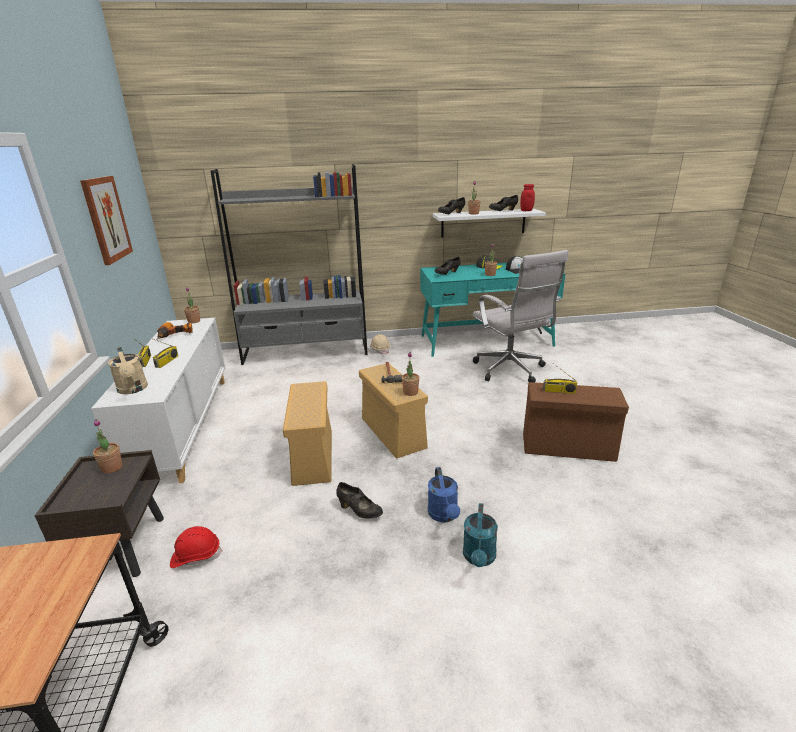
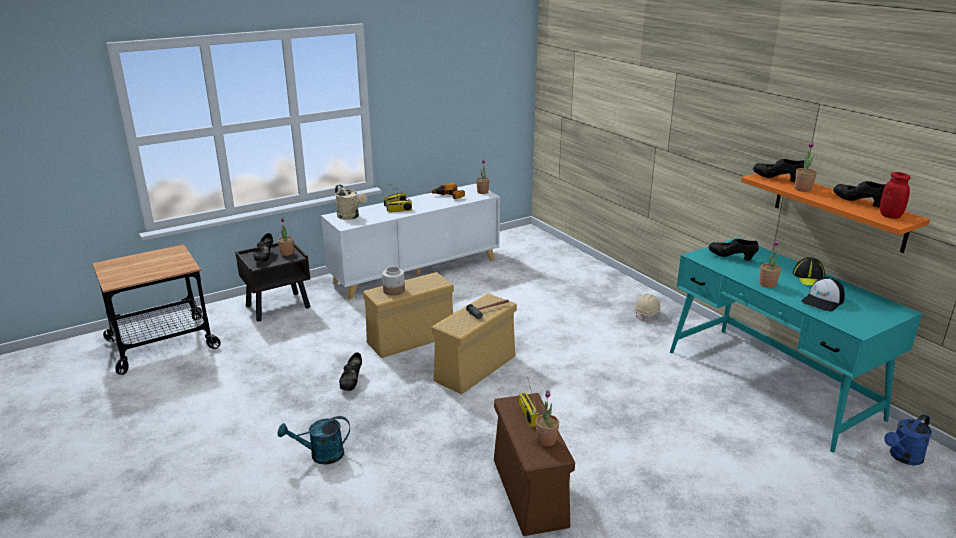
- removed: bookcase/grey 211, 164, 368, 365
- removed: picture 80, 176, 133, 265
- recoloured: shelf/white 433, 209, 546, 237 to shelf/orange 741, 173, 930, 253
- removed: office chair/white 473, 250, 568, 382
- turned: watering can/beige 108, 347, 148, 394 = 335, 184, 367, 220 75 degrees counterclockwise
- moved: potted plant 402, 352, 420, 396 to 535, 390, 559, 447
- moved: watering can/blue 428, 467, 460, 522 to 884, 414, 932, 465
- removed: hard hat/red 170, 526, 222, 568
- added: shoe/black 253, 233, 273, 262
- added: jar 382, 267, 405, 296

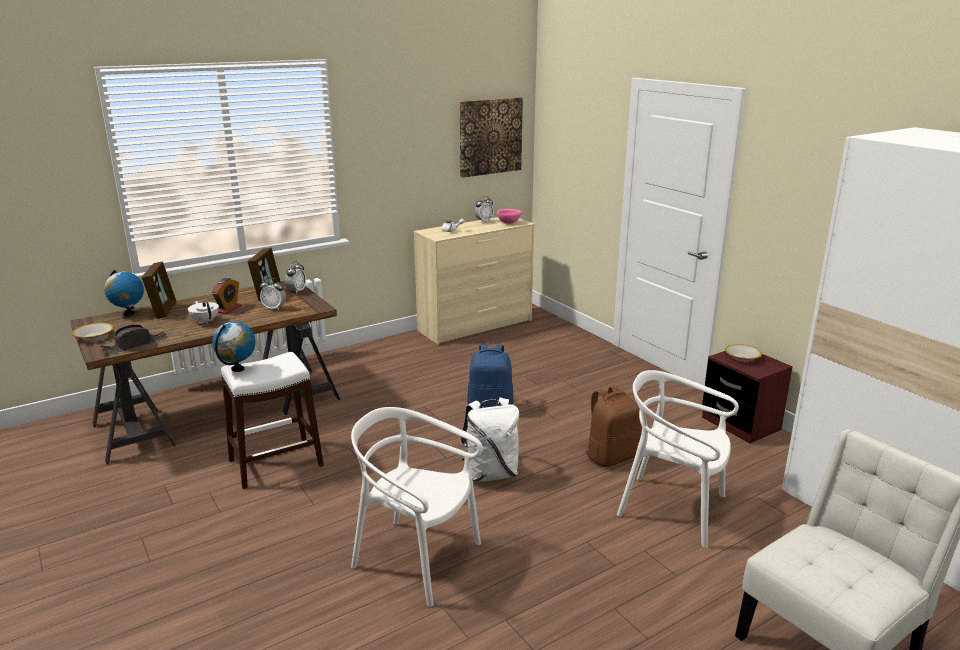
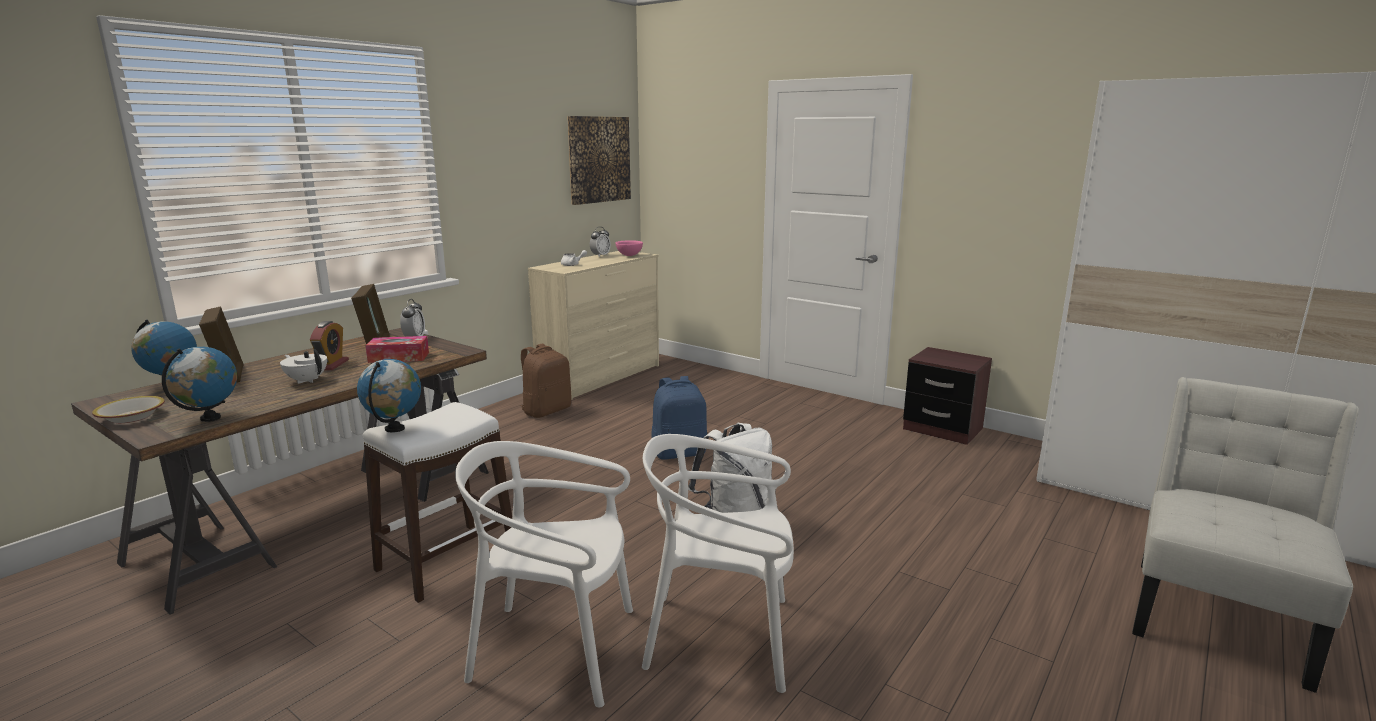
- replaced: alarm clock 260, 278, 286, 310 to tissue box 365, 336, 429, 363
- replaced: hat/black 99, 324, 166, 352 to globe 162, 347, 237, 422
- removed: bowl 725, 344, 762, 362
- moved: chair/white 617, 370, 739, 548 to 455, 441, 633, 707
- moved: backpack/brown 584, 385, 642, 467 to 520, 344, 571, 418

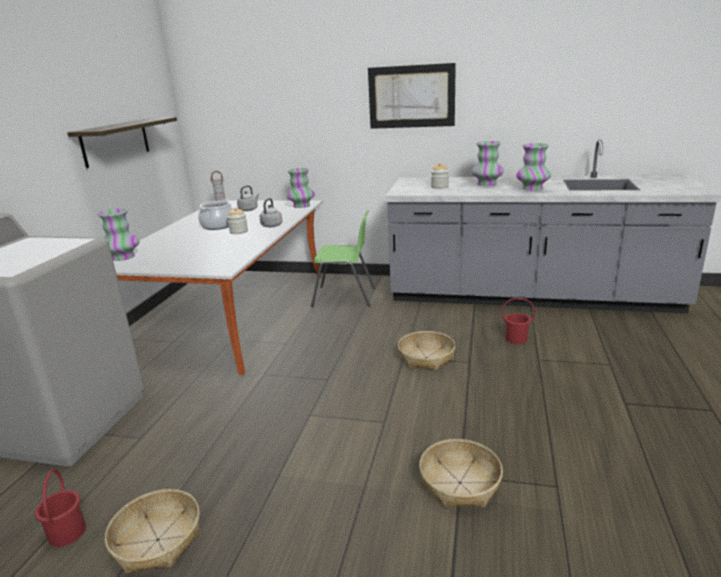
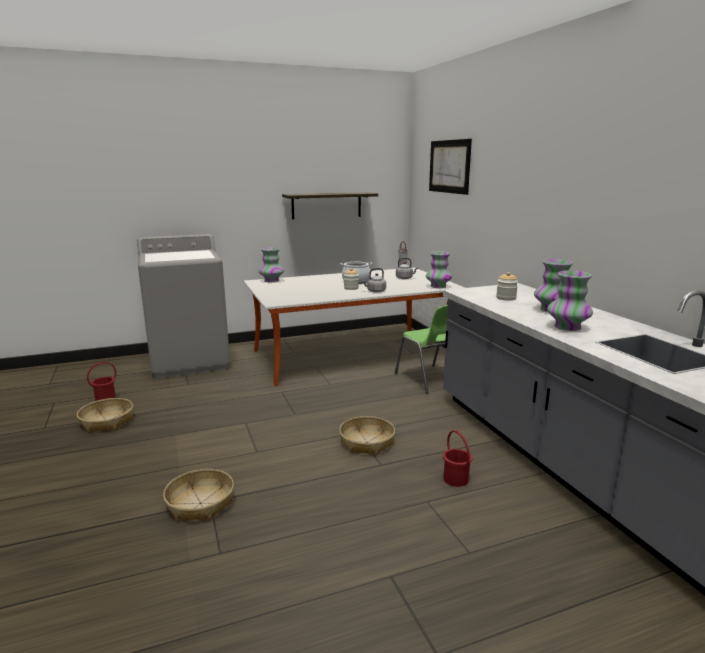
- moved: picture 368, 63, 456, 129 to 429, 139, 472, 195

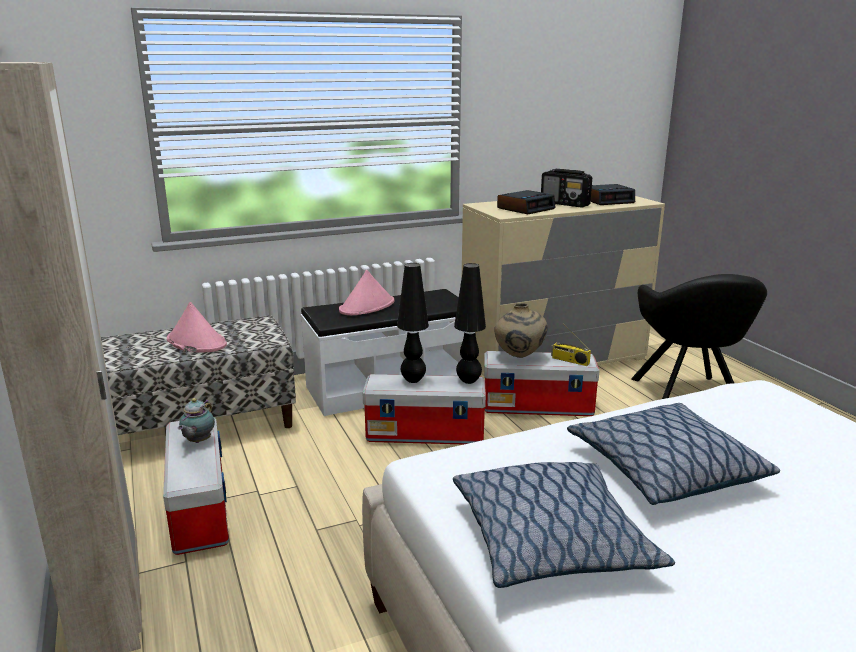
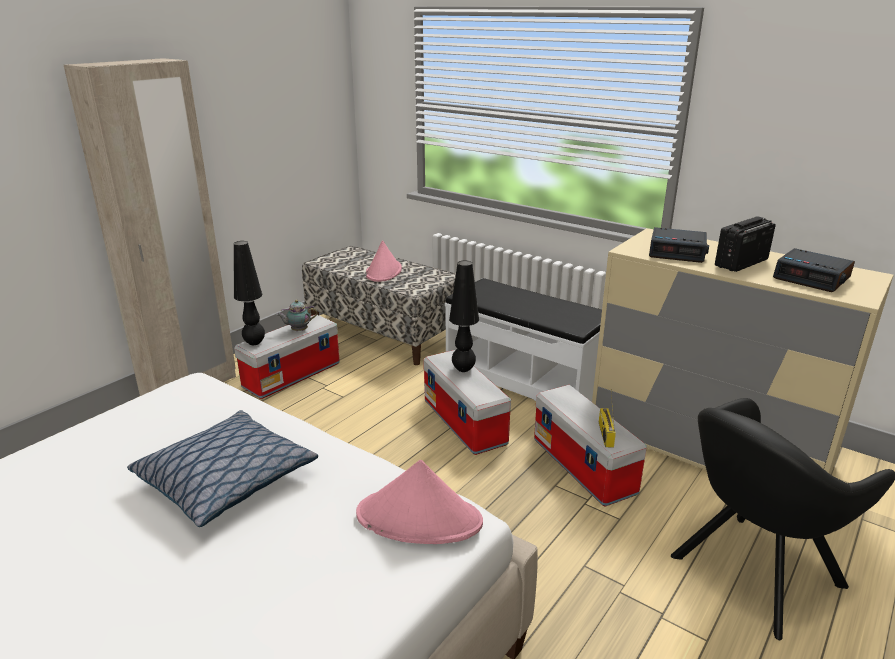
- turned: radio 541, 169, 592, 207 = 715, 217, 776, 272 45 degrees clockwise
- moved: table lamp/black 454, 263, 486, 384 to 234, 241, 265, 345
- moved: hat/pink 339, 270, 394, 315 to 356, 460, 483, 544
- removed: vase/beige 494, 303, 548, 358
- removed: pillow 453, 462, 675, 588

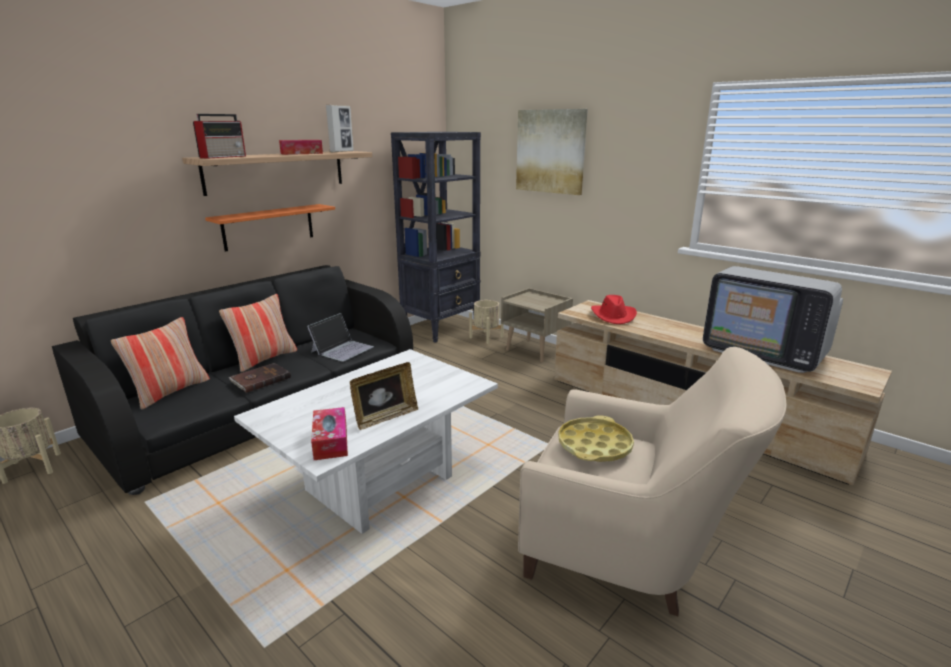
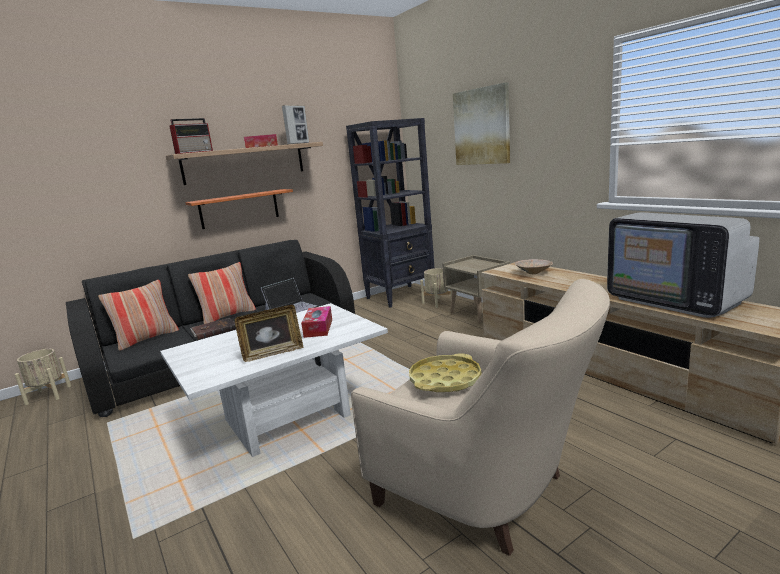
- replaced: hat/red 591, 295, 637, 324 to bowl/beige 515, 259, 553, 274
- moved: tissue box 311, 407, 348, 460 to 301, 306, 332, 338

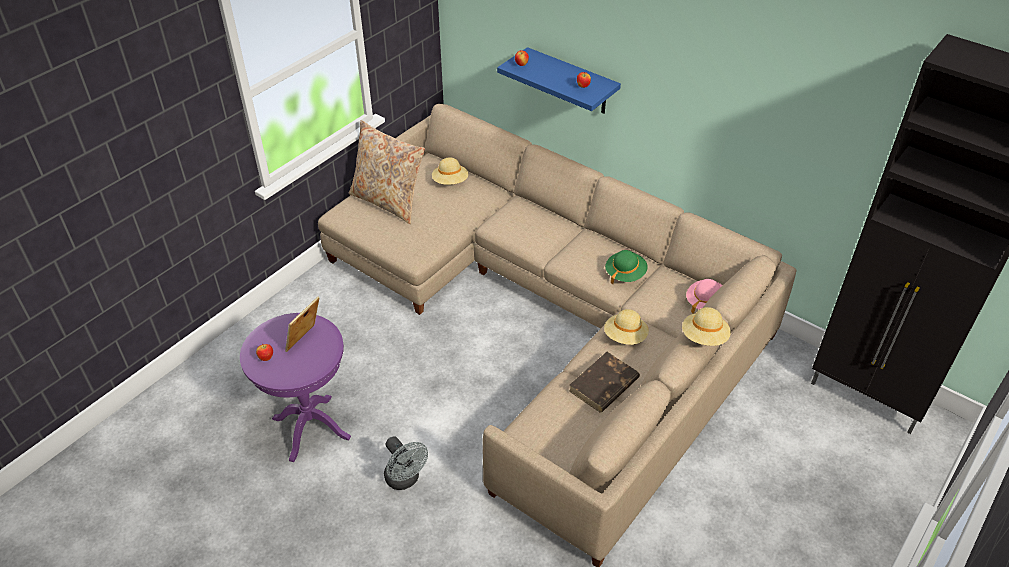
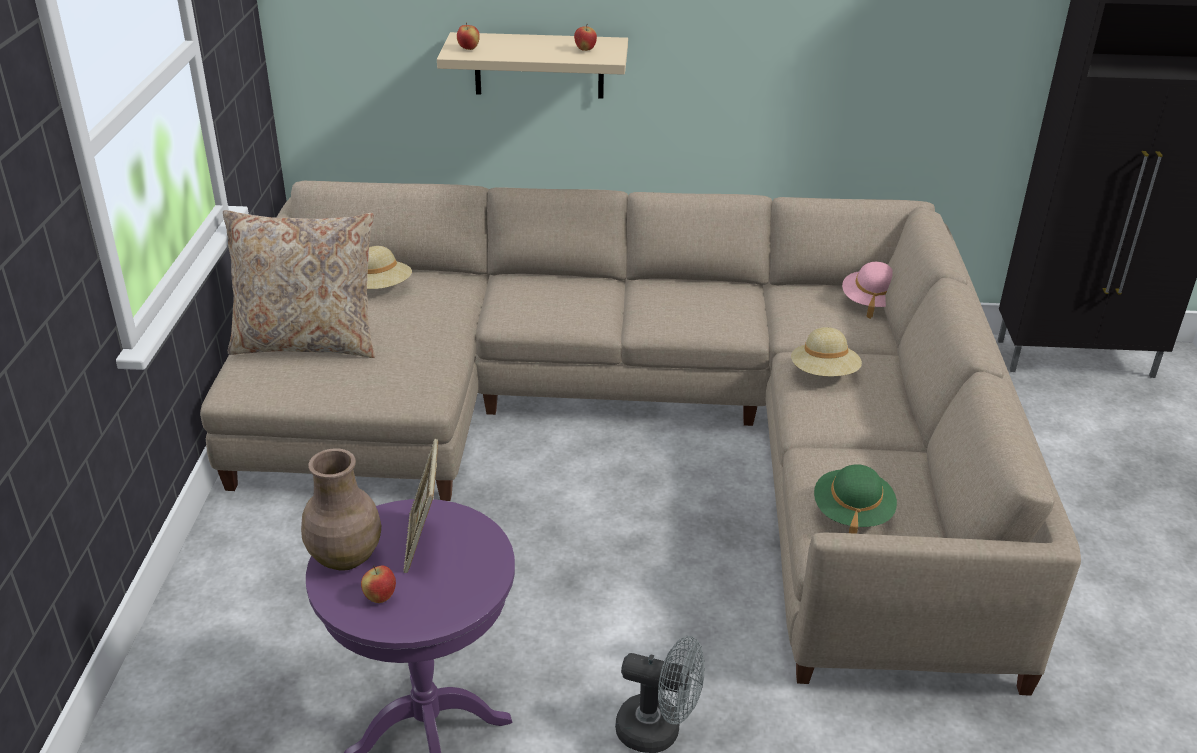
- recoloured: shelf/blue 497, 47, 621, 114 to shelf/beige 437, 32, 628, 99
- moved: hat/green 605, 250, 648, 285 to 814, 464, 897, 534
- removed: hat/beige 682, 307, 731, 346
- removed: book/brown 569, 352, 640, 412
- added: vase/brown 301, 448, 381, 571

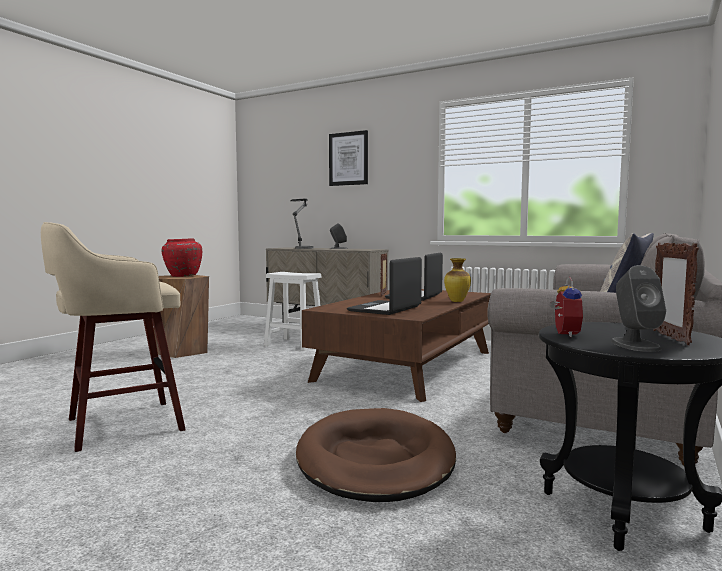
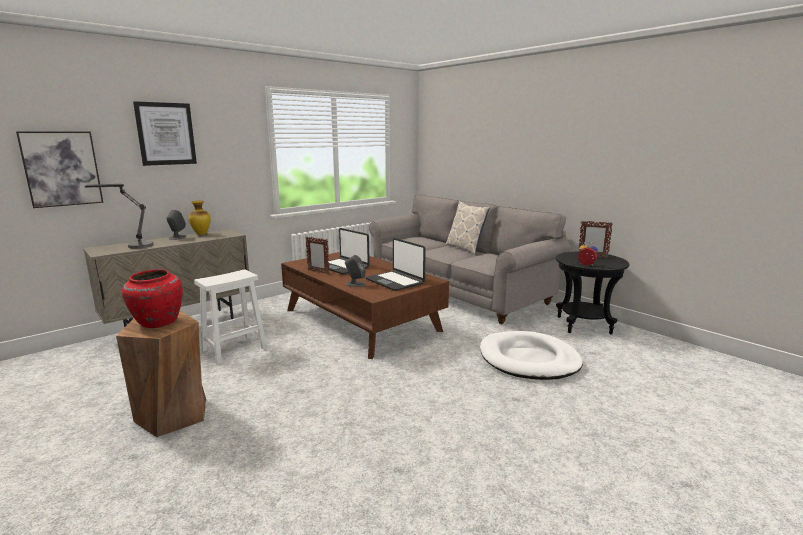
- removed: stool/beige 41, 222, 186, 452
- moved: vase 444, 258, 471, 302 to 189, 201, 211, 235
- moved: speaker/grey 611, 265, 666, 352 to 345, 255, 366, 287
- recoloured: dog bed/brown 296, 408, 456, 502 to dog bed/white 480, 331, 583, 380
- added: picture 16, 131, 103, 208

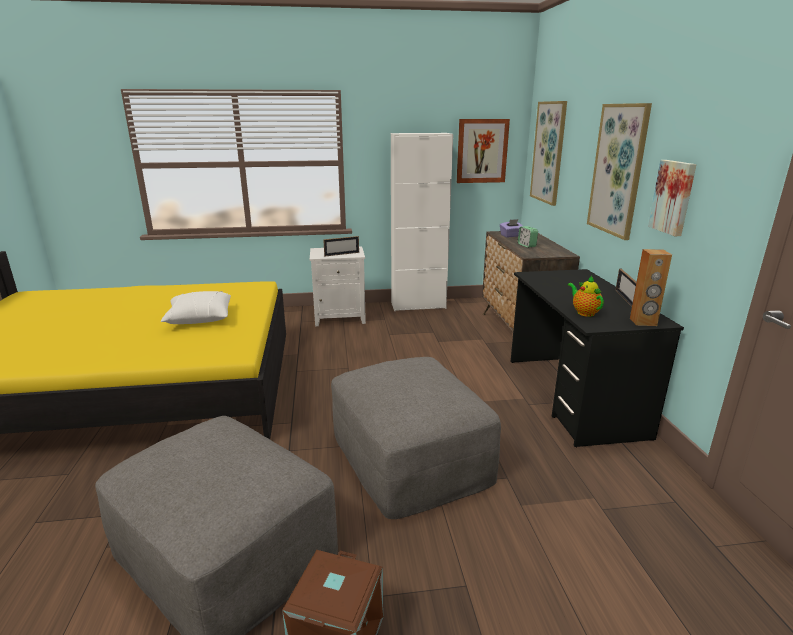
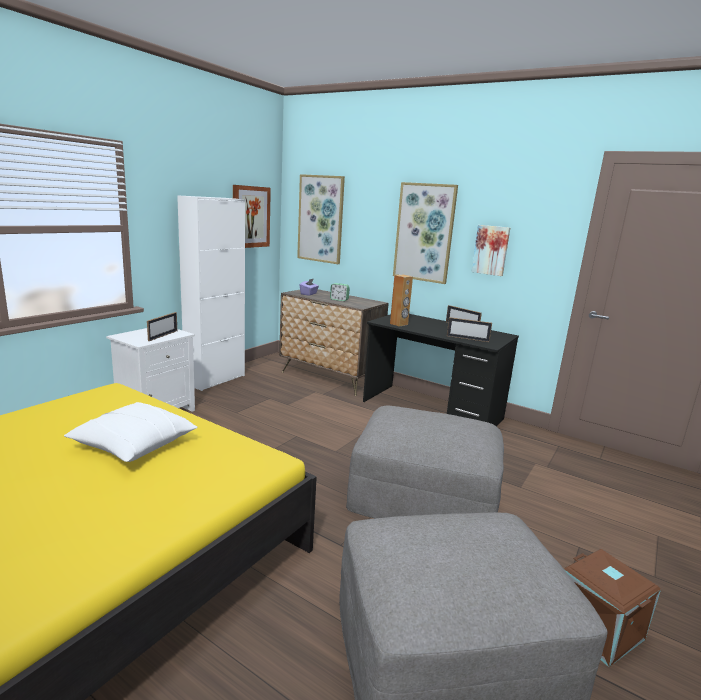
- moved: speaker/brown 630, 249, 672, 326 to 390, 275, 413, 327
- replaced: teapot 568, 276, 604, 317 to picture frame 447, 317, 492, 342

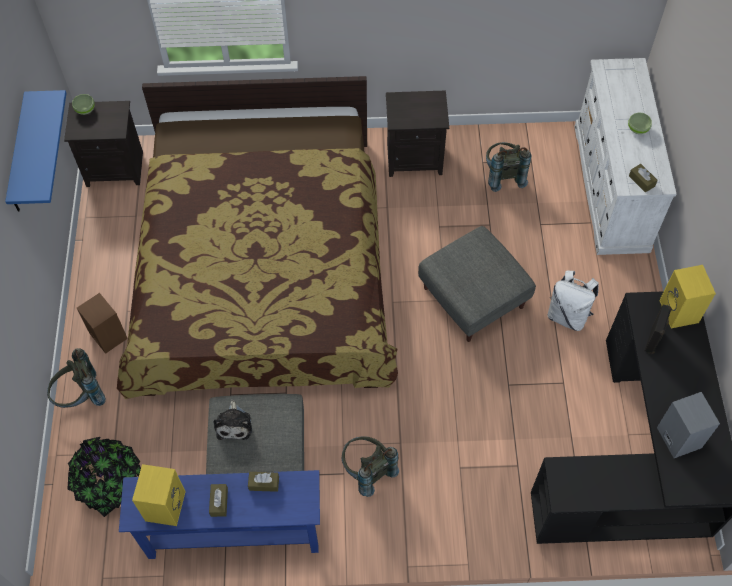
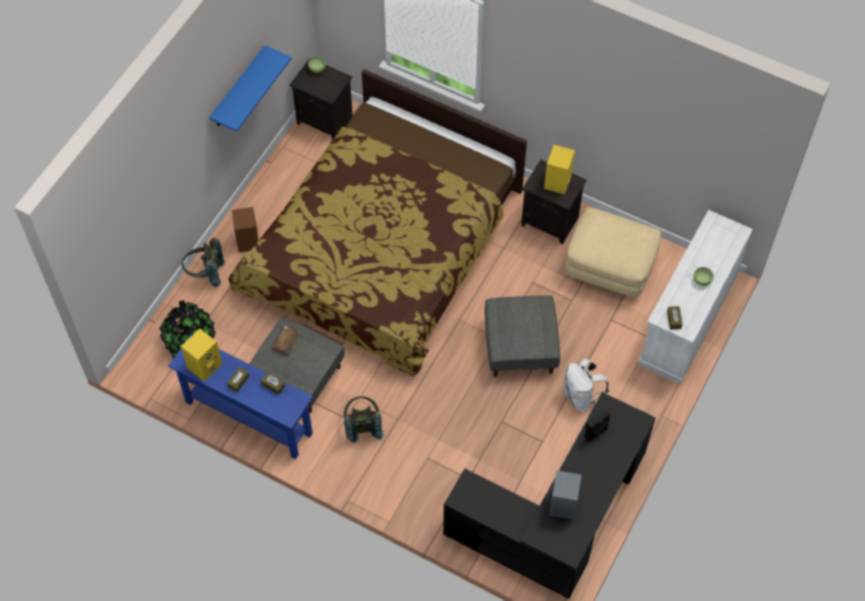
- replaced: backpack/grey 486, 142, 531, 192 to ottoman/beige 565, 207, 661, 299
- moved: speaker/yellow 659, 265, 716, 328 to 544, 145, 575, 194
- replaced: plush toy 213, 400, 252, 440 to book/brown 272, 325, 300, 356

